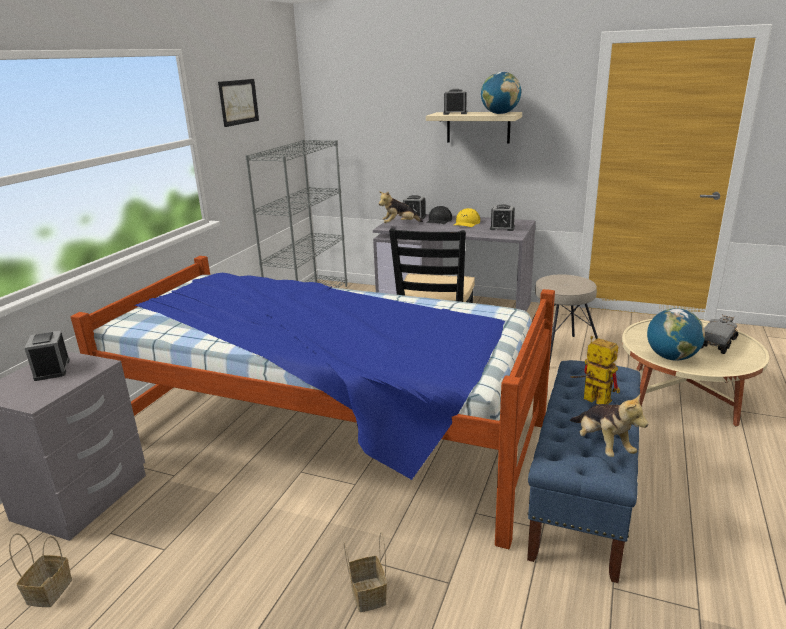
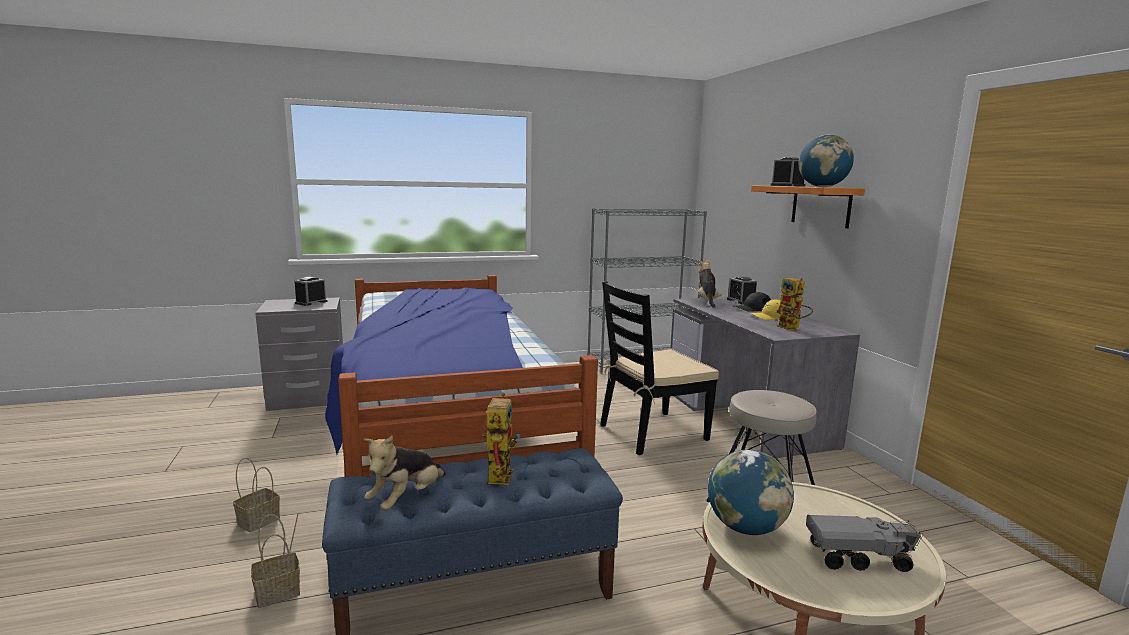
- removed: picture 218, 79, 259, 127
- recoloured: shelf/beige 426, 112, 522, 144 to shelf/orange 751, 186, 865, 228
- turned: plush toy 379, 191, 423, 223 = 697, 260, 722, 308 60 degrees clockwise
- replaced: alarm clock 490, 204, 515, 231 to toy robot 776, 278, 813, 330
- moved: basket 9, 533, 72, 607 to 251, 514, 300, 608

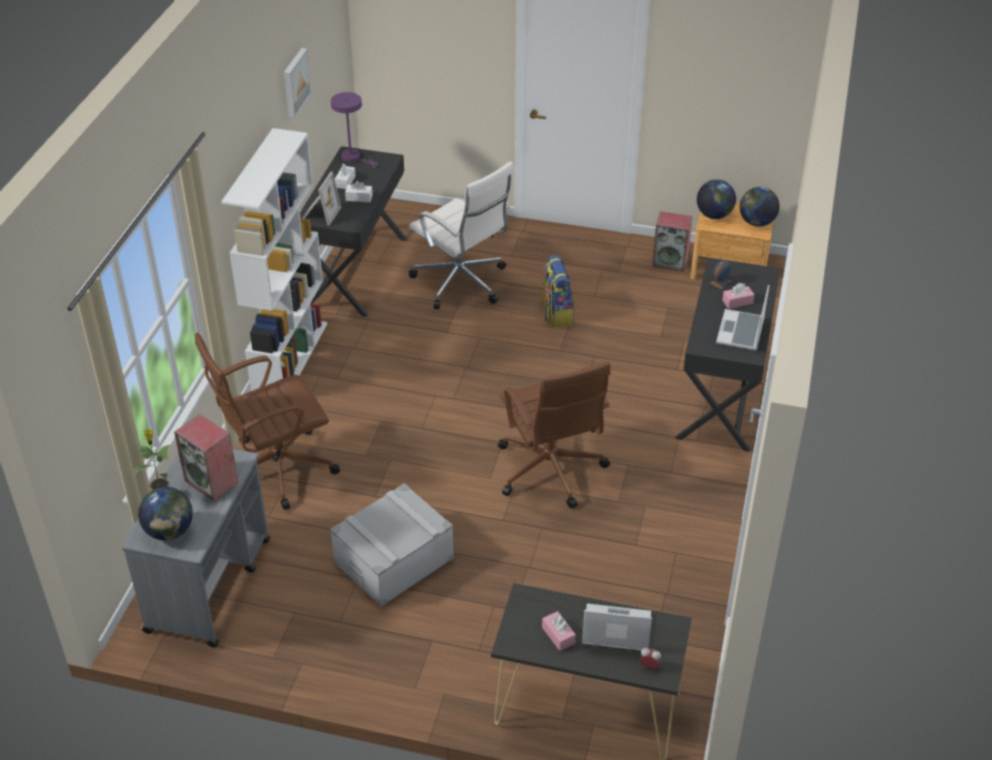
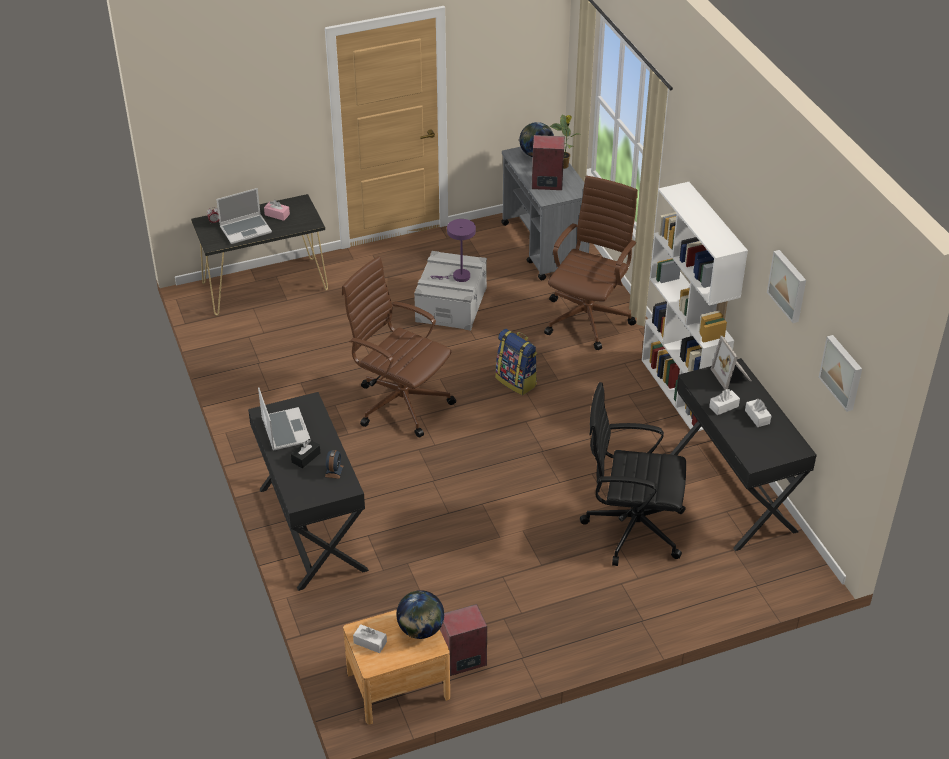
- moved: table lamp/purple 331, 92, 378, 167 to 430, 219, 476, 282
- recoloured: office chair/white 409, 161, 514, 309 to office chair/black 580, 382, 686, 566
- replaced: globe 740, 187, 780, 227 to tissue box/white 353, 624, 387, 653
- moved: backpack 540, 255, 575, 328 to 496, 329, 537, 395
- recoloured: tissue box/pink 722, 283, 755, 309 to tissue box/black 291, 439, 320, 468
- added: picture 819, 335, 862, 412

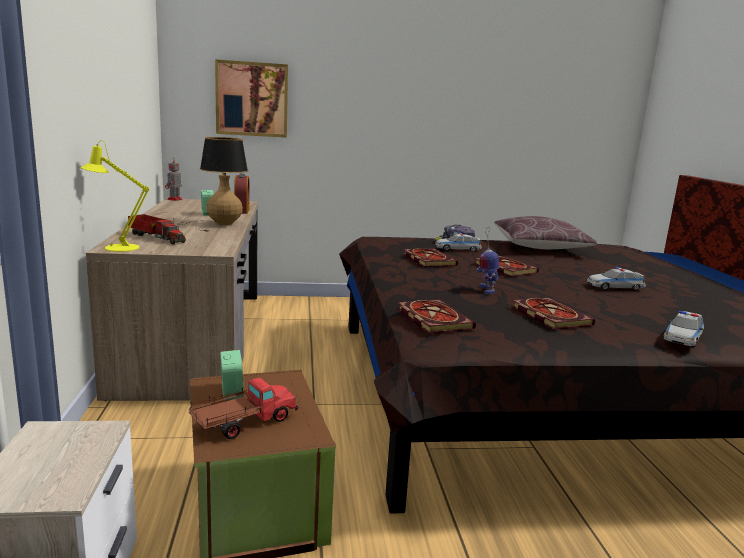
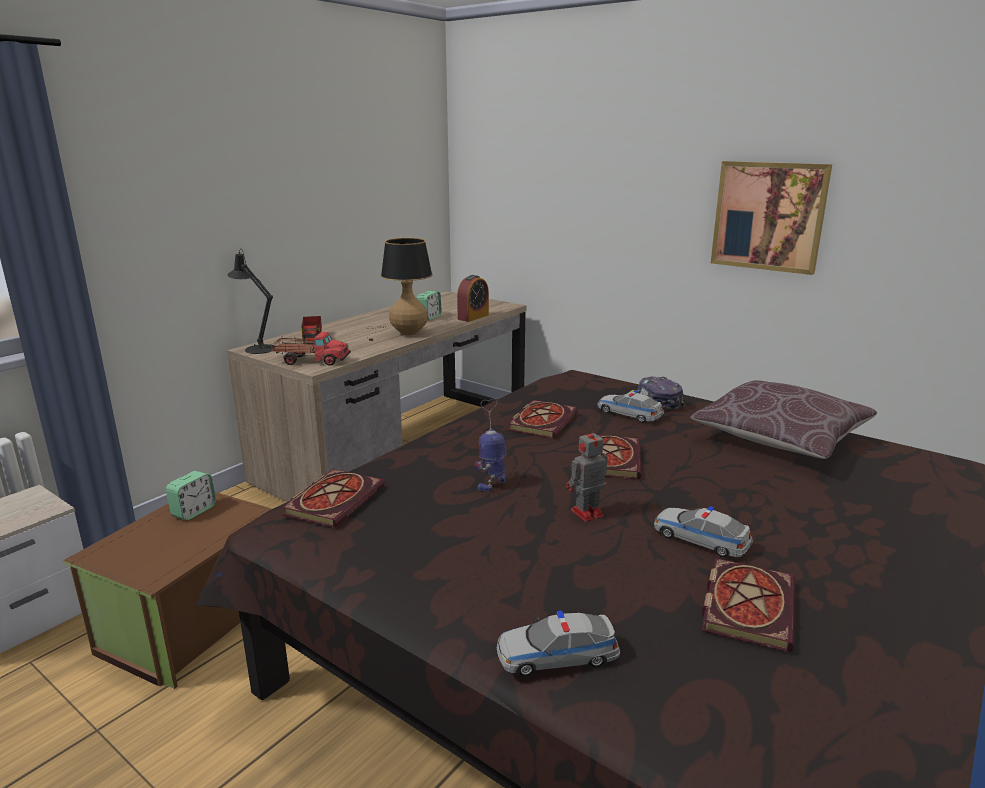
- moved: picture 215, 59, 288, 138 to 711, 161, 832, 275
- recoloured: table lamp/yellow 81, 140, 149, 252 to table lamp/black 227, 249, 276, 354
- moved: toy robot 165, 159, 183, 201 to 566, 426, 608, 522
- moved: book 511, 298, 595, 330 to 702, 558, 795, 652
- moved: toy truck 188, 378, 298, 439 to 271, 332, 351, 366

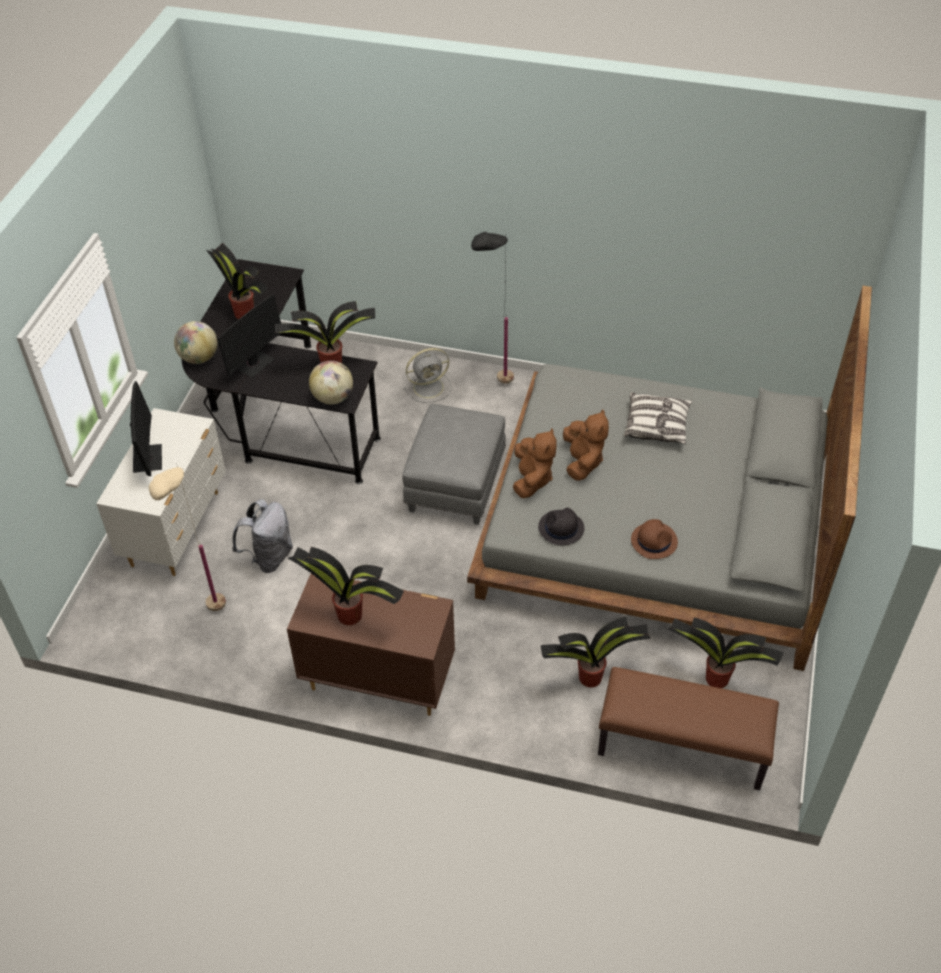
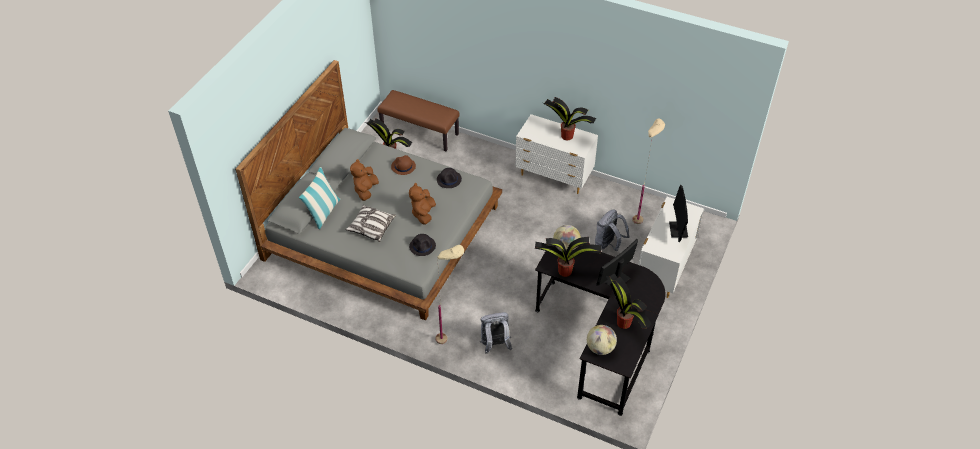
- recoloured: floor lamp/black 471, 232, 514, 383 to floor lamp/beige 435, 245, 464, 344
- moved: globe 174, 321, 217, 364 to 587, 325, 617, 355
- replaced: fan/grey 404, 348, 452, 403 to backpack/grey 480, 312, 512, 354
- removed: ottoman/grey 402, 404, 506, 525
- moved: plush toy/brown 513, 429, 557, 498 to 350, 159, 379, 201
- recoloured: dresser/brown 287, 573, 455, 716 to dresser/white 515, 114, 598, 194
- removed: potted plant 541, 616, 651, 687
- added: pillow 299, 167, 340, 229
- added: hat/black 409, 234, 436, 256

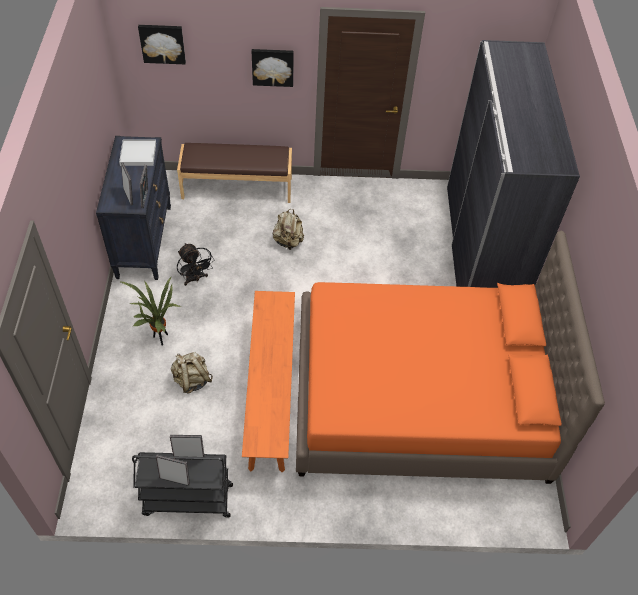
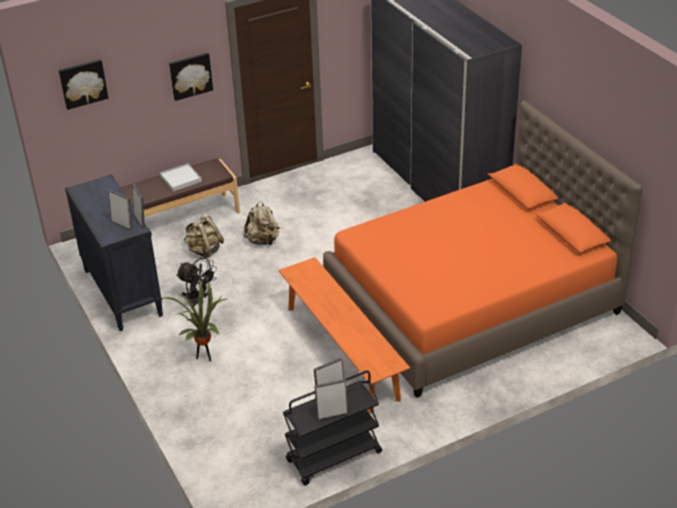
- moved: tray/white 119, 140, 156, 166 to 160, 163, 202, 191
- moved: backpack/beige 171, 352, 213, 393 to 184, 214, 224, 258

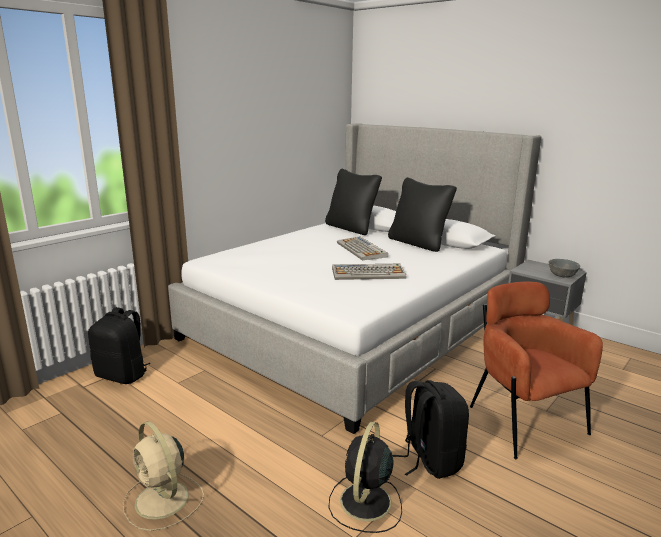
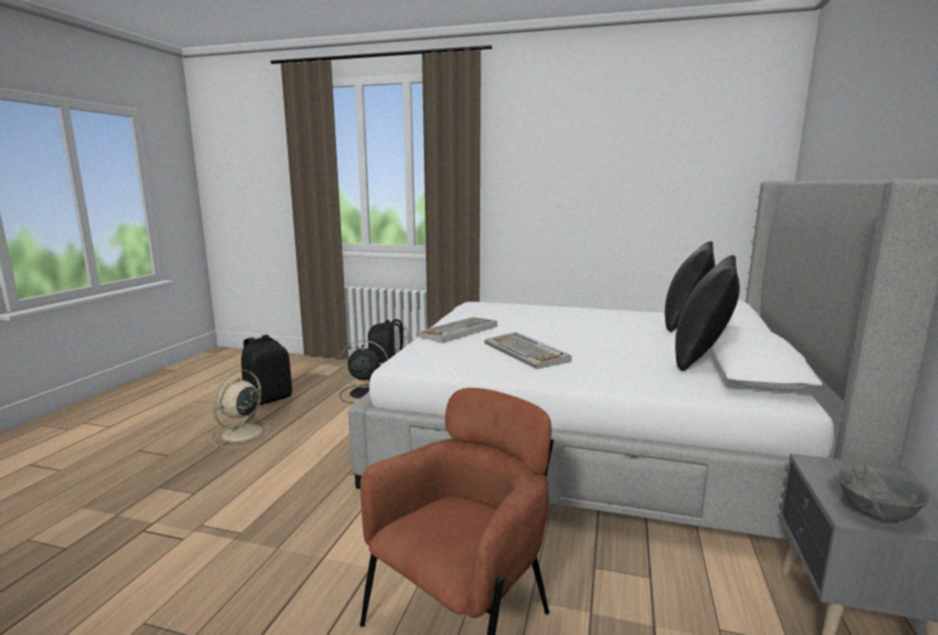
- moved: keyboard 337, 236, 388, 260 to 416, 317, 497, 343
- moved: backpack/black 393, 380, 469, 479 to 241, 335, 292, 405
- moved: fan/black 328, 421, 402, 533 to 339, 340, 388, 404

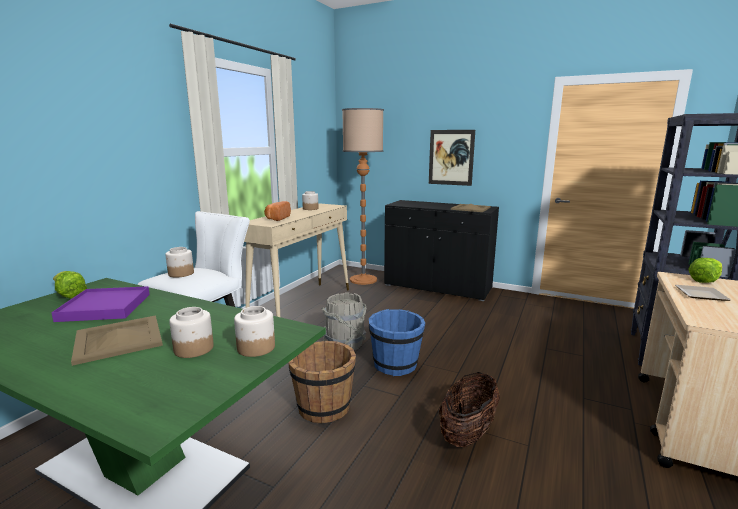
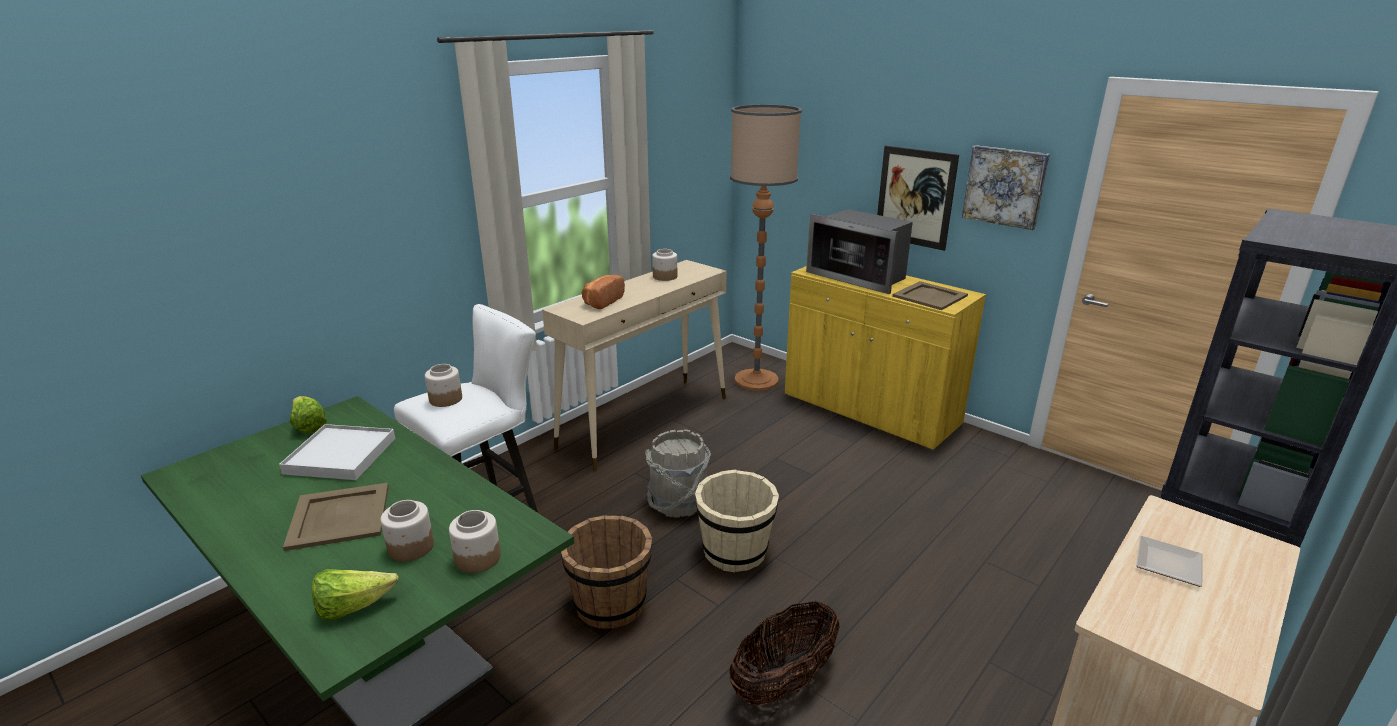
- recoloured: cabinet/black 384, 200, 499, 301 to cabinet/yellow 785, 266, 986, 451
- moved: lettuce 688, 258, 722, 283 to 312, 569, 399, 620
- recoloured: tray/purple 51, 286, 150, 322 to tray/white 279, 424, 395, 480
- recoloured: bucket/blue 369, 309, 425, 376 to bucket/beige 695, 469, 779, 572
- added: picture 962, 145, 1050, 230
- added: microwave 806, 209, 913, 294

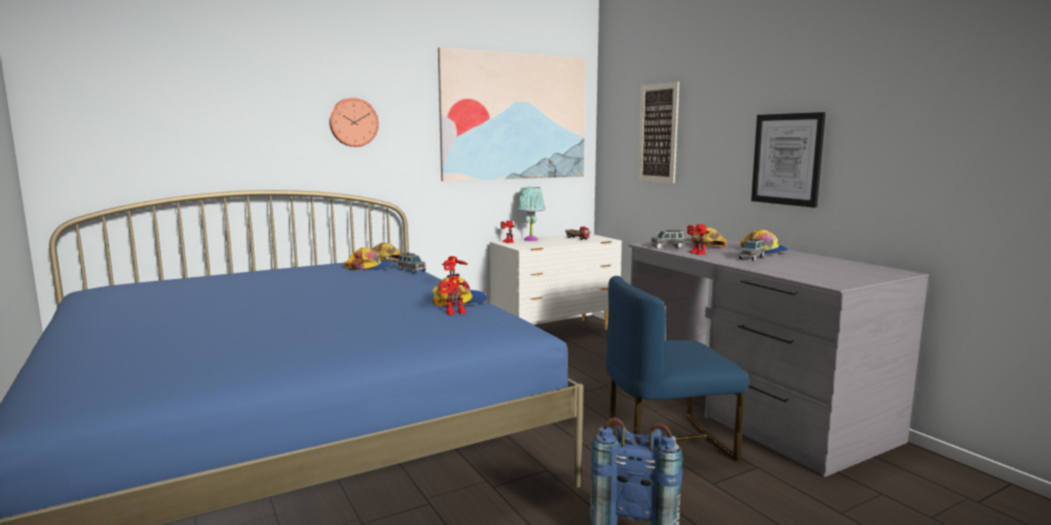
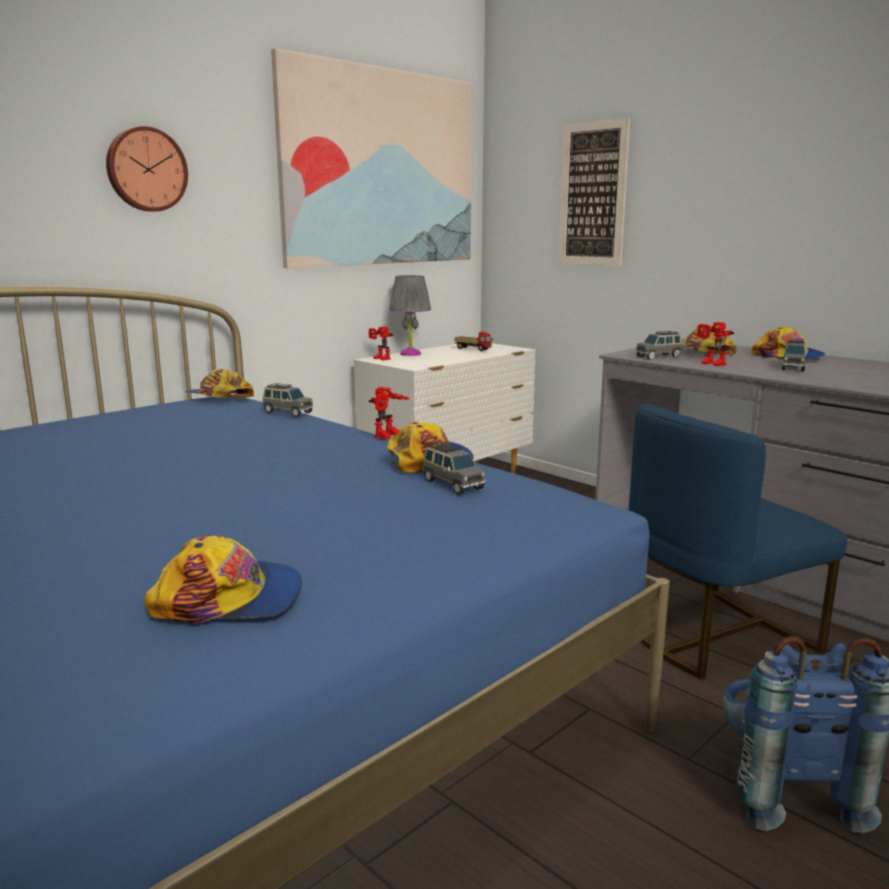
- removed: picture 751, 112, 826, 208
- recoloured: table lamp/turquoise 517, 187, 545, 241 to table lamp/grey 389, 275, 431, 356
- moved: cap 345, 247, 392, 270 to 144, 535, 302, 623
- replaced: toy robot 440, 276, 469, 315 to toy car/grey 423, 441, 485, 495

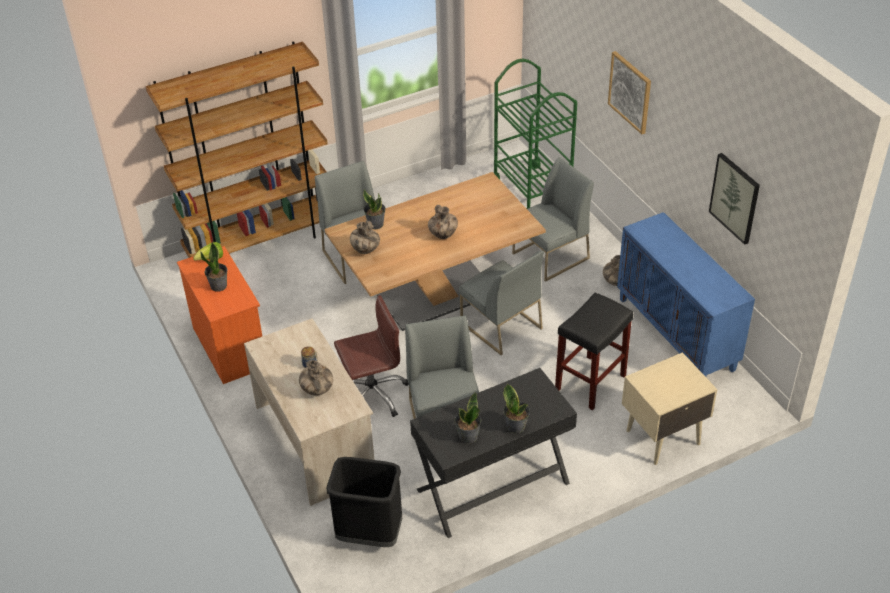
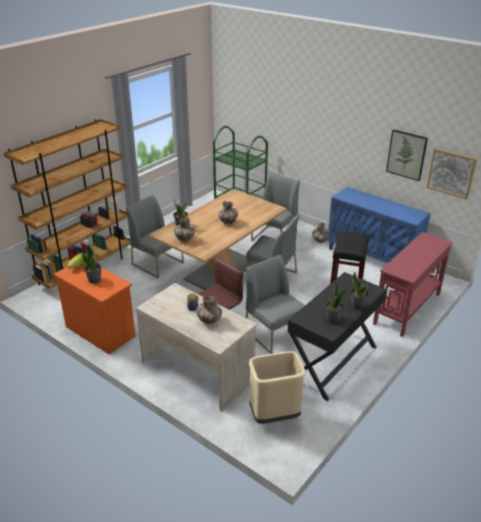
- moved: picture 608, 51, 651, 134 to 427, 148, 477, 199
- replaced: nightstand/beige 622, 352, 718, 465 to console table/red 373, 232, 453, 337
- recoloured: trash can/black 326, 457, 402, 547 to trash can/beige 249, 351, 306, 424

